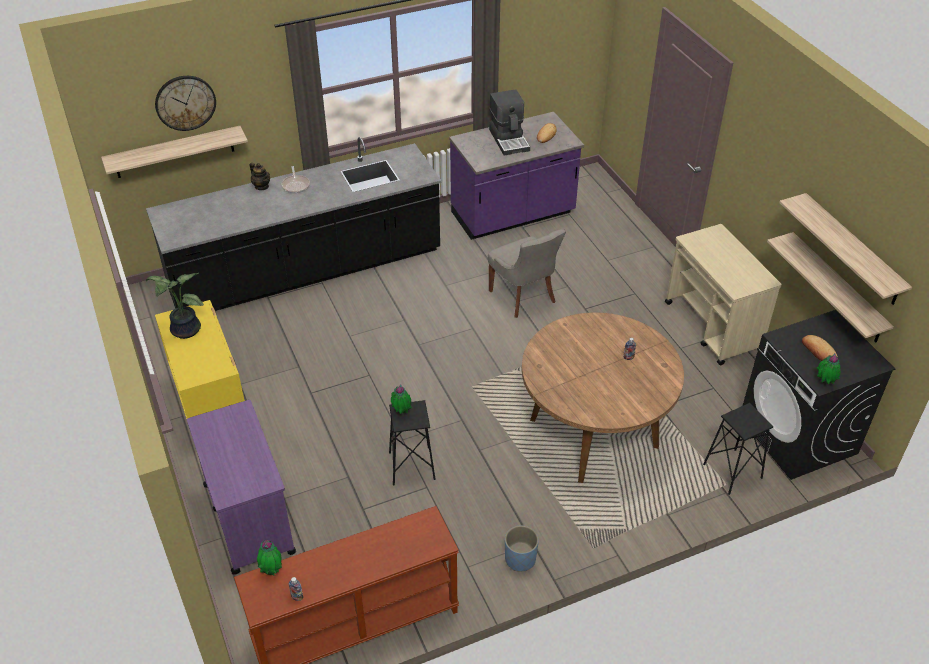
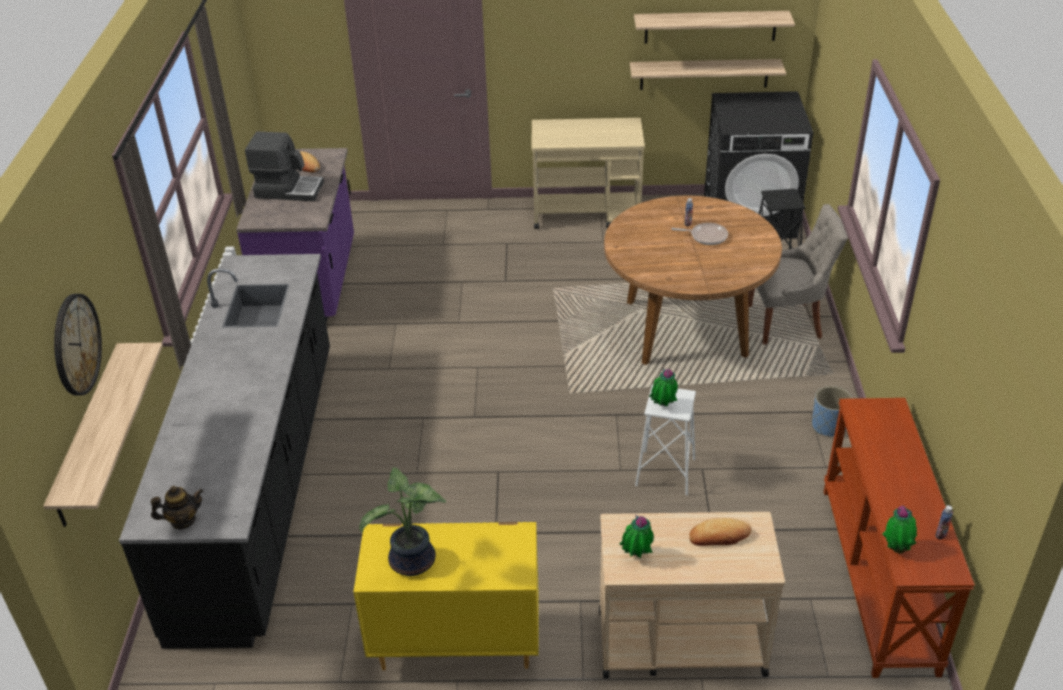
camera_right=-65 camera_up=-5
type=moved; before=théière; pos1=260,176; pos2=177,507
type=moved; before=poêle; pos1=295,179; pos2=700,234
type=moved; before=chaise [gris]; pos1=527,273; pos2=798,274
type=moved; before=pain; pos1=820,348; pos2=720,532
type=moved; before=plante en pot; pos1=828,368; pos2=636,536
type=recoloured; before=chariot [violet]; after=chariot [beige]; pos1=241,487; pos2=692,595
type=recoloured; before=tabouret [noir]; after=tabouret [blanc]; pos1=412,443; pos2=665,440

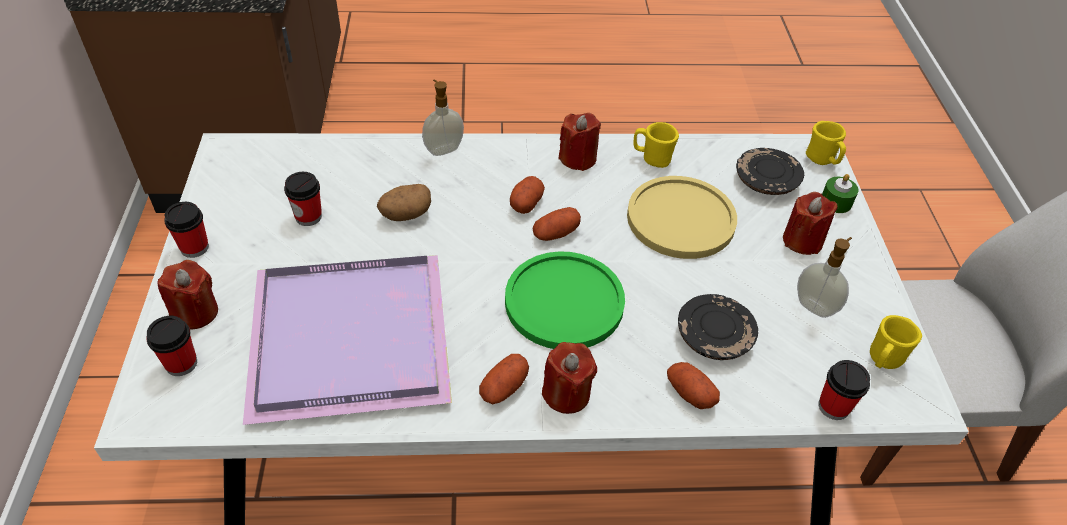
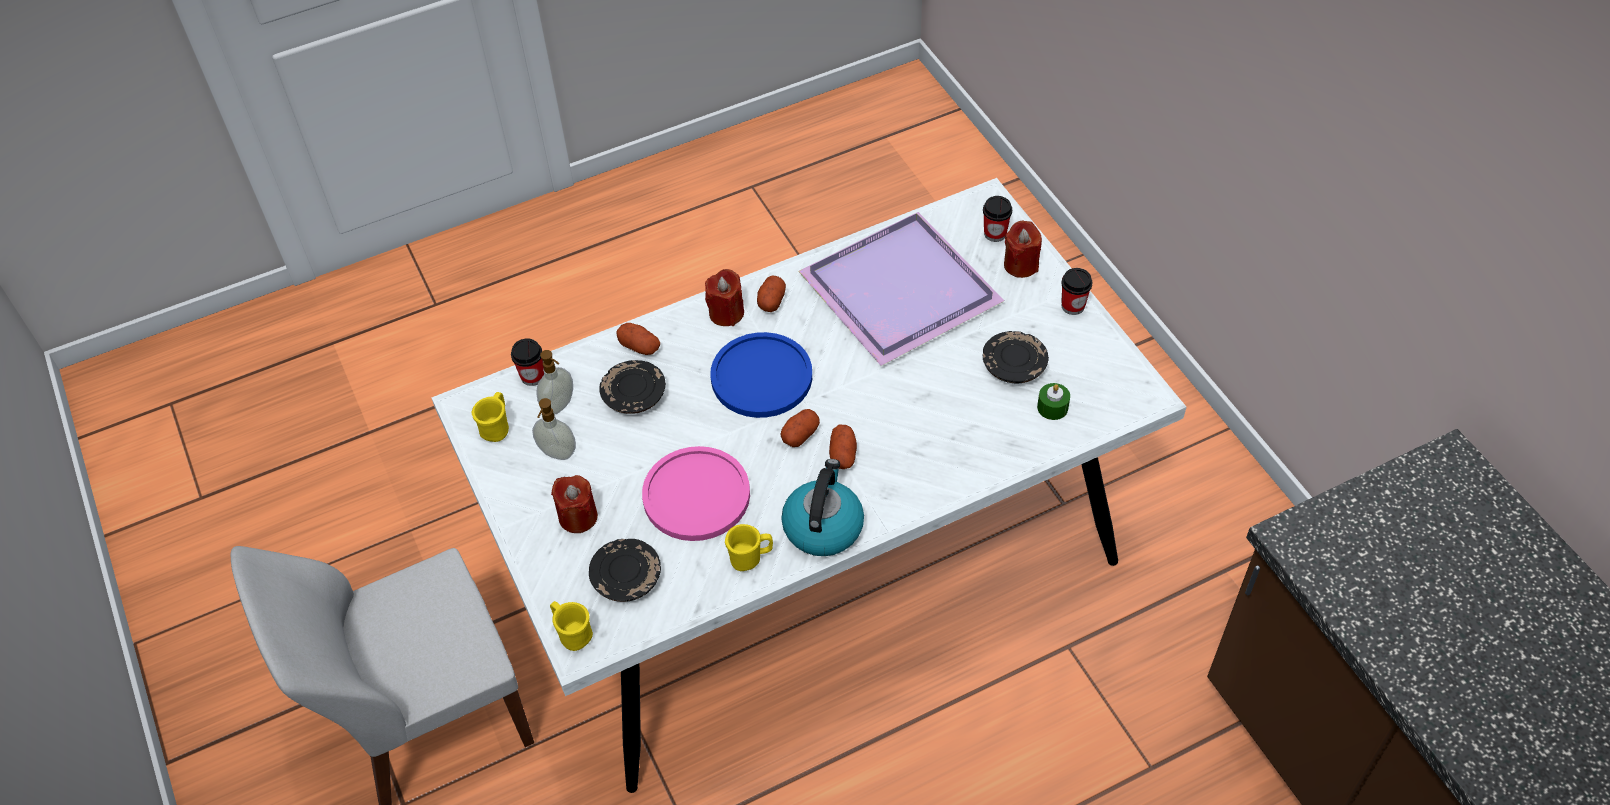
camera_right=160 camera_up=5
type=moved; before=distributeur de savon; pos1=443,117; pos2=554,382
type=replaced; before=bougie [rouge]; after=bouilloire; pos1=580,142; pos2=822,507
type=replaced; before=tasse; after=assiette [noir]; pos1=303,199; pos2=1015,357
type=moved; before=bougie [vert]; pos1=840,193; pos2=1053,401
type=recoloured; before=assiette [jaune]; after=assiette [rose]; pos1=682,217; pos2=696,493
type=removed; before=pomme de terre; pos1=404,202
type=recoloured; before=assiette [vert]; after=assiette [bleu]; pos1=565,300; pos2=761,375

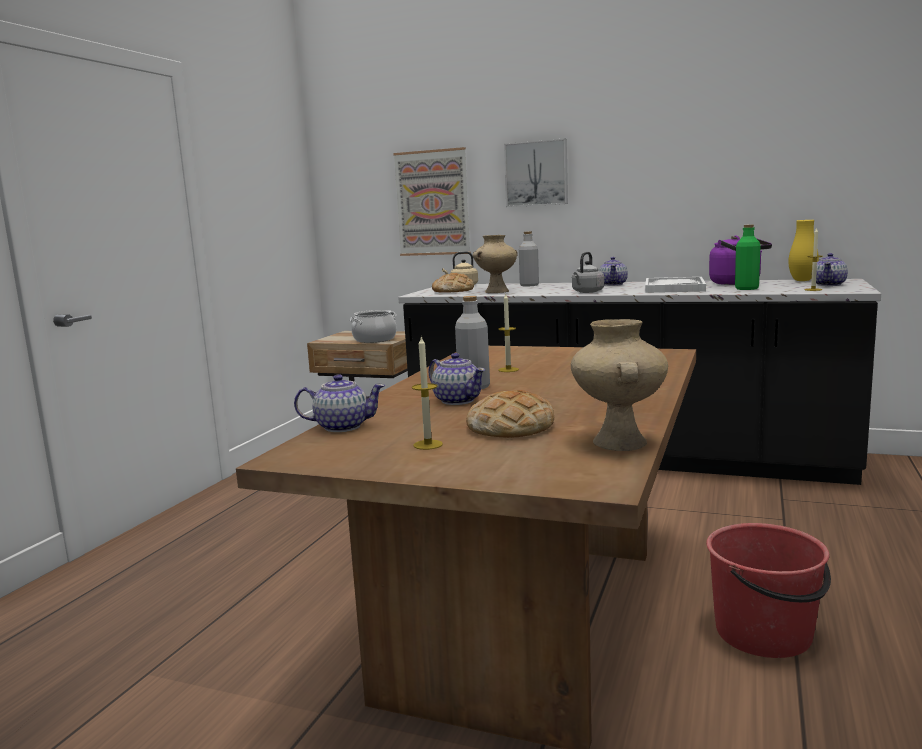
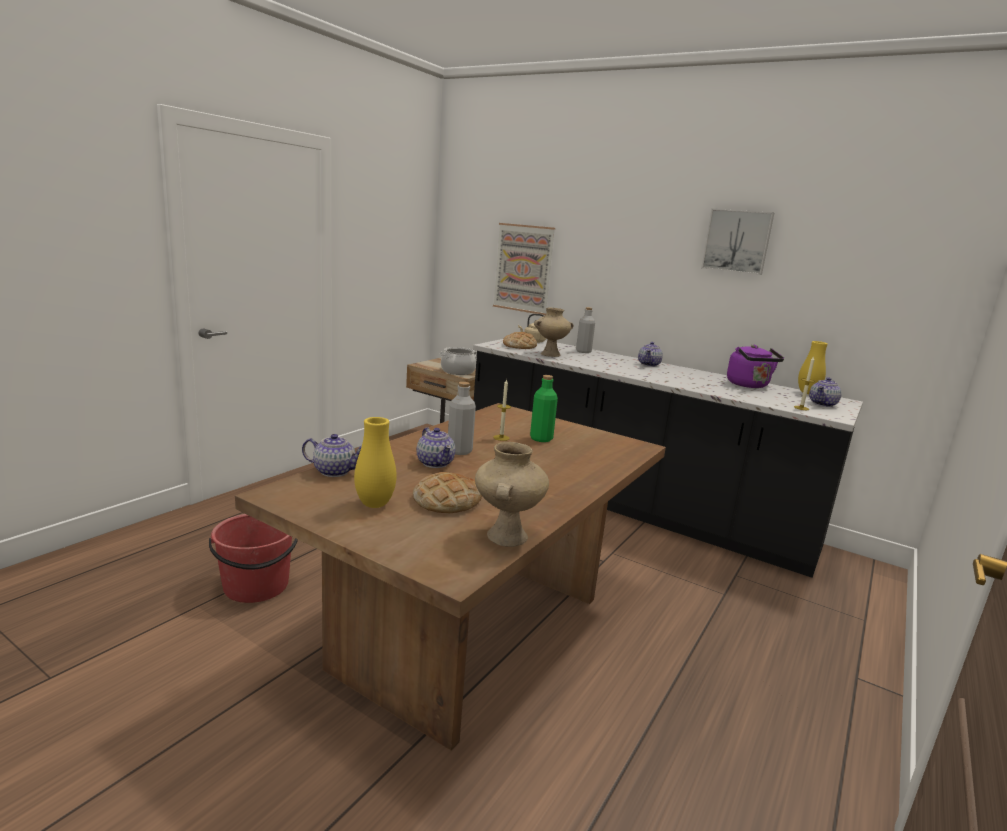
camera_right=10 camera_up=5
type=moved; before=tableau; pos1=536,172; pos2=737,242
type=moved; before=bouteille [vert]; pos1=747,257; pos2=544,408
type=removed; before=bouilloire [gris]; pos1=588,272
type=removed; before=plateau [blanc]; pos1=675,285
type=replaced; before=bougie; after=vase [jaune]; pos1=427,393; pos2=375,462
type=moved; before=seau [rouge]; pos1=768,590; pos2=253,558

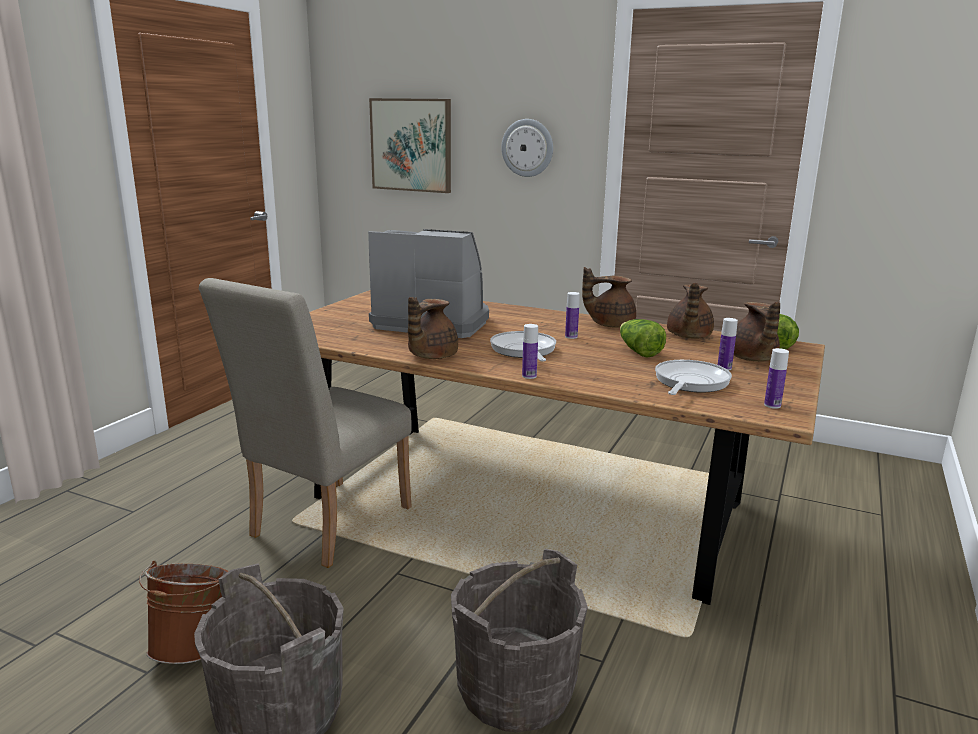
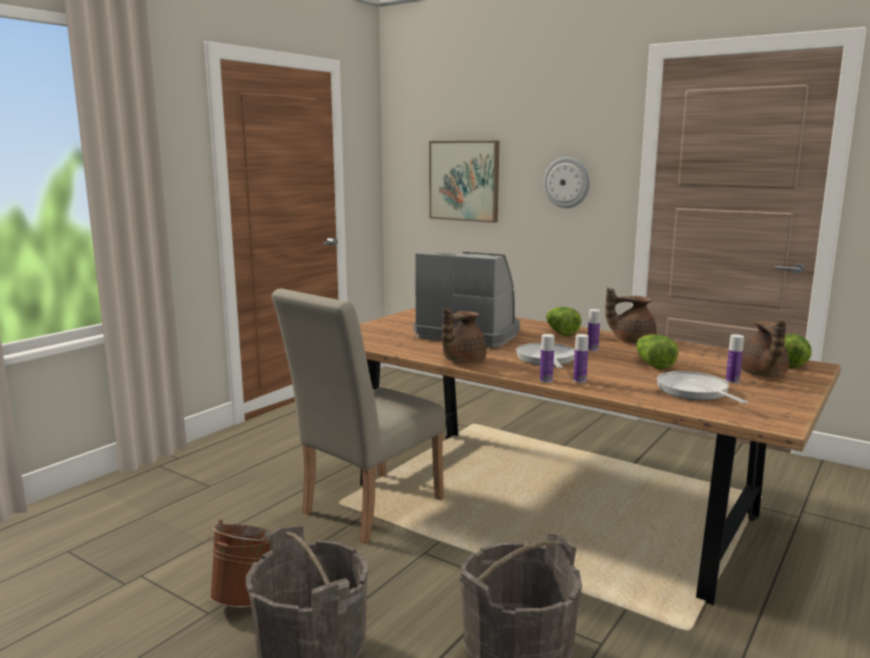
camera_right=10 camera_up=-5
type=removed; before=théière [marron]; pos1=690,311
type=moved; before=bouteille; pos1=776,378; pos2=581,358
type=turned; before=poêle; pos1=693,377; pos2=702,387; turn=-60
type=added; after=laitue; pos2=563,321

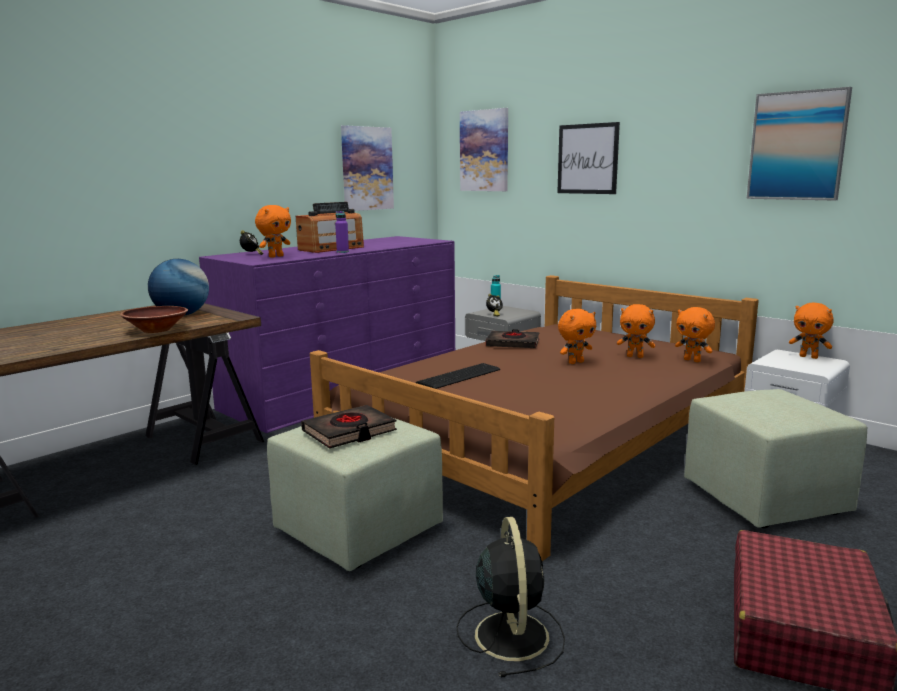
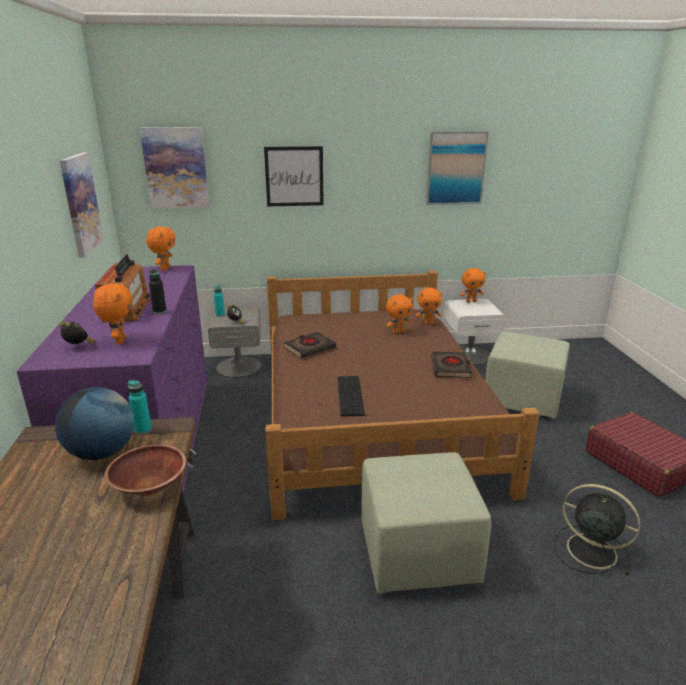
camera_right=-50 camera_up=10
type=recoloured; before=bouteille [violet]; after=bouteille [noir]; pos1=342,232; pos2=158,291
type=moved; before=peluche [orange]; pos1=577,336; pos2=161,249
type=moved; before=livre [noir]; pos1=349,427; pos2=451,365
type=added; after=bouteille [turquoise]; pos2=140,407

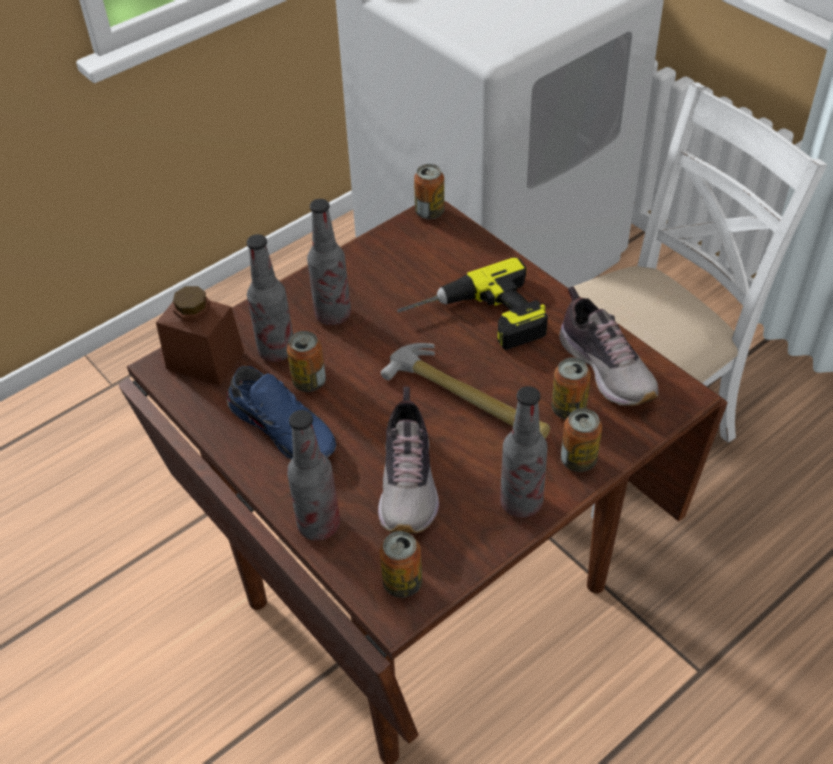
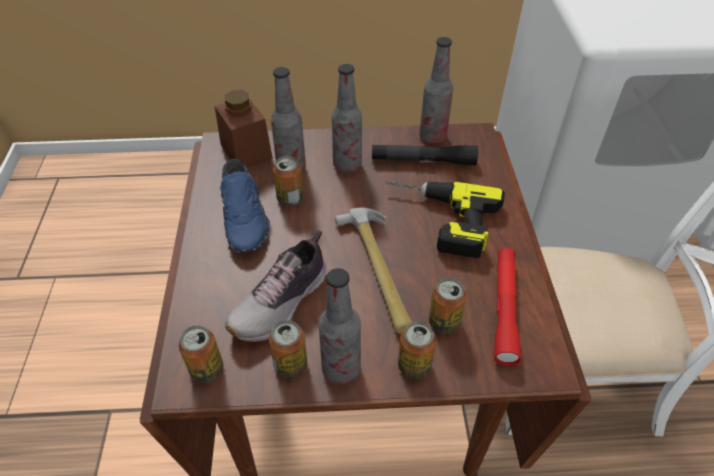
camera_right=35 camera_up=0
type=moved; before=boîte métallique; pos1=429,192; pos2=288,349
type=replaced; before=chaussure; after=lampe de poche [rouge]; pos1=608,346; pos2=507,307
type=moved; before=bouteille; pos1=313,475; pos2=436,90
type=added; after=lampe de poche [noir]; pos2=425,155

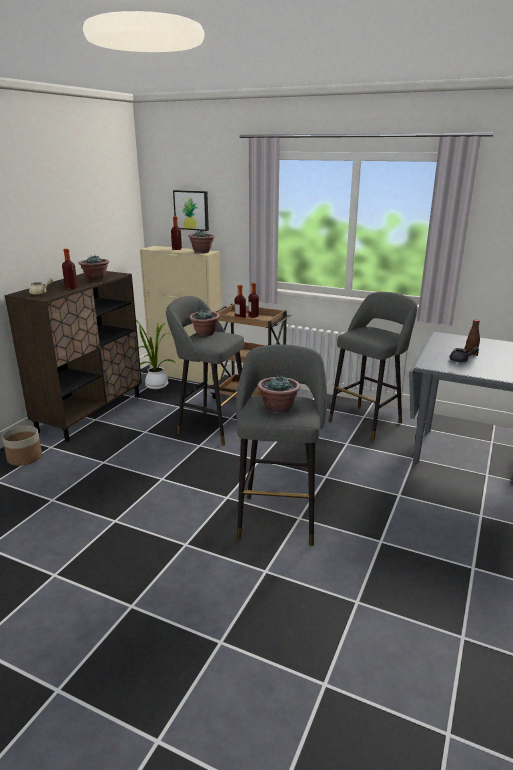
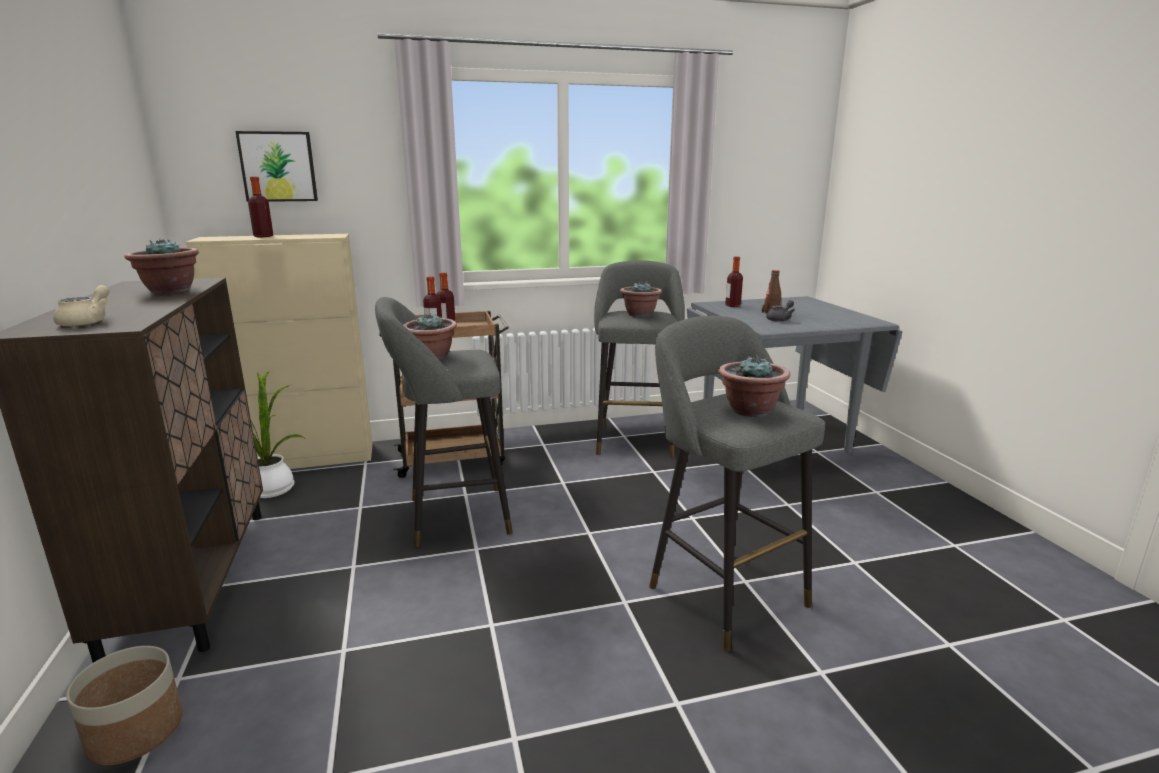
camera_right=-40 camera_up=-5
type=moved; before=plante en pot; pos1=201,242; pos2=641,299
type=moved; before=bouteille; pos1=70,269; pos2=734,281

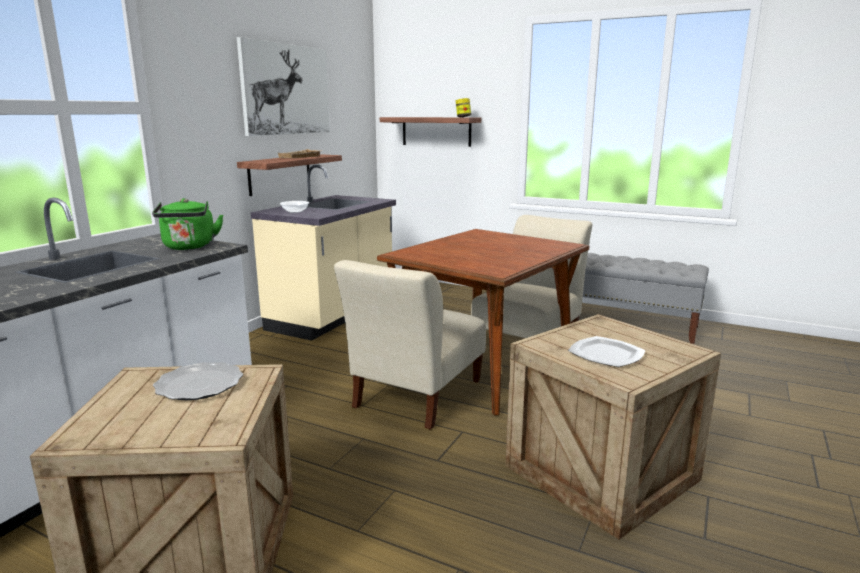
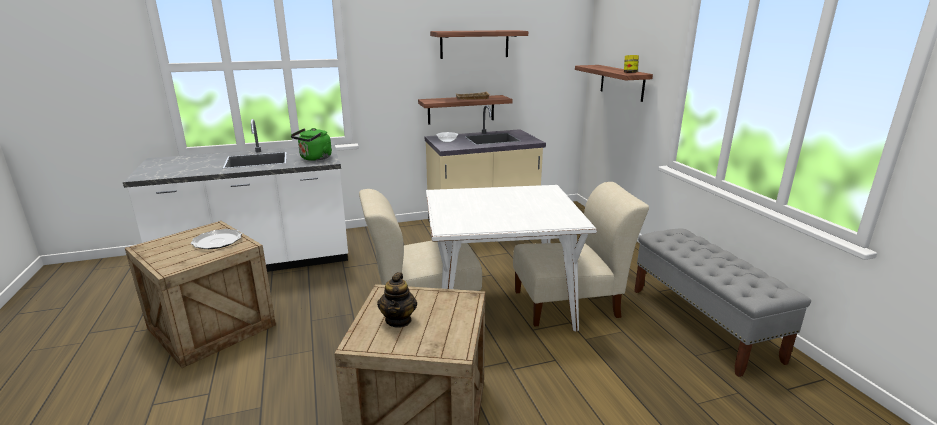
camera_right=45 camera_up=5
type=replaced; before=tableau; after=étagère; pos1=283,86; pos2=479,44
type=recoloured; before=table à manger [marron]; after=table à manger [blanc]; pos1=483,322; pos2=511,258
type=replaced; before=assiette; after=théière; pos1=606,351; pos2=397,300

